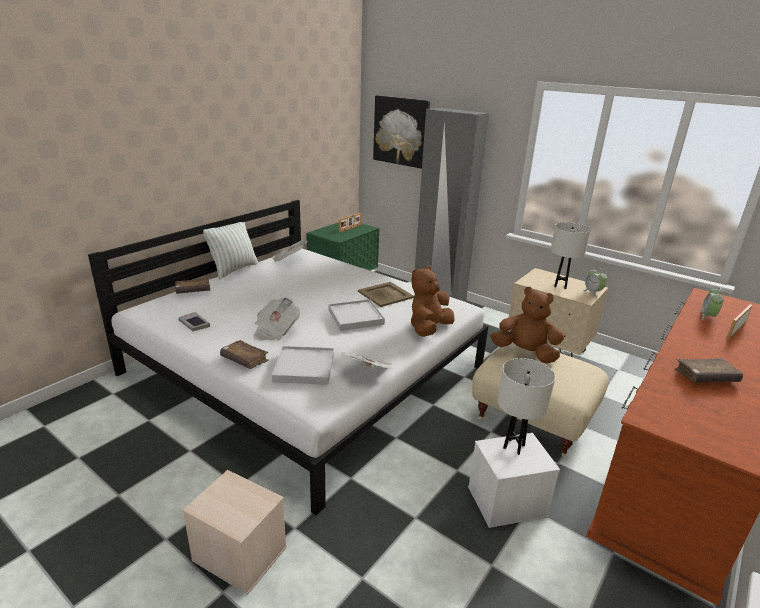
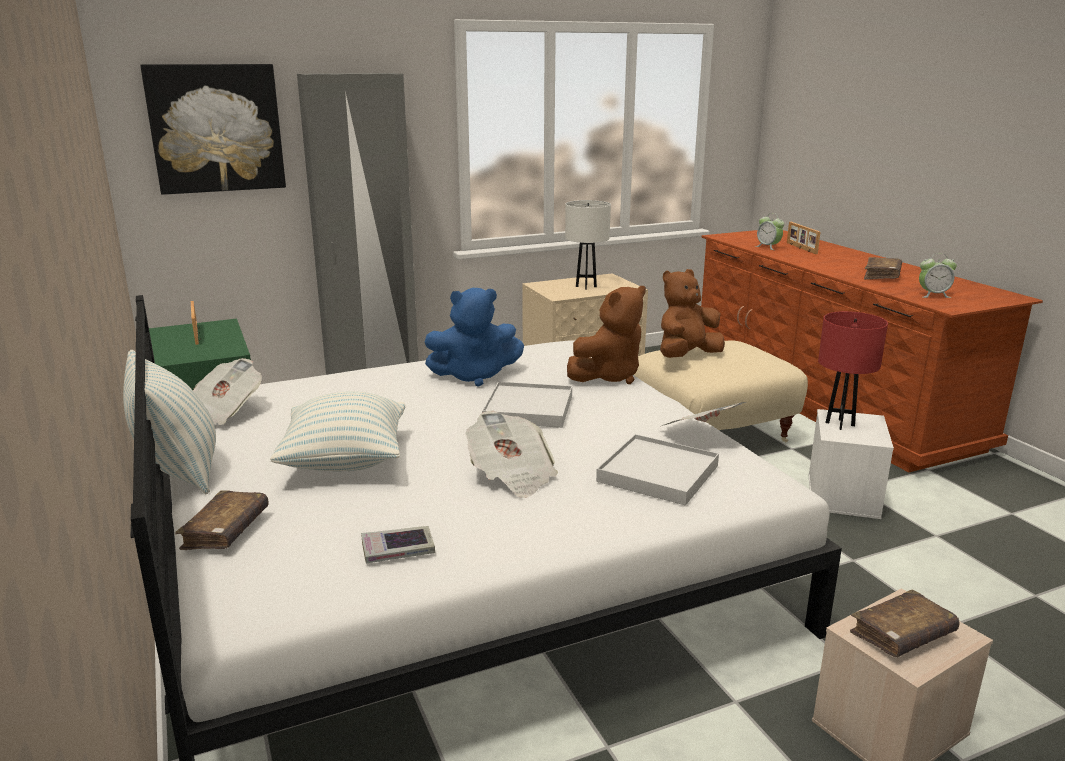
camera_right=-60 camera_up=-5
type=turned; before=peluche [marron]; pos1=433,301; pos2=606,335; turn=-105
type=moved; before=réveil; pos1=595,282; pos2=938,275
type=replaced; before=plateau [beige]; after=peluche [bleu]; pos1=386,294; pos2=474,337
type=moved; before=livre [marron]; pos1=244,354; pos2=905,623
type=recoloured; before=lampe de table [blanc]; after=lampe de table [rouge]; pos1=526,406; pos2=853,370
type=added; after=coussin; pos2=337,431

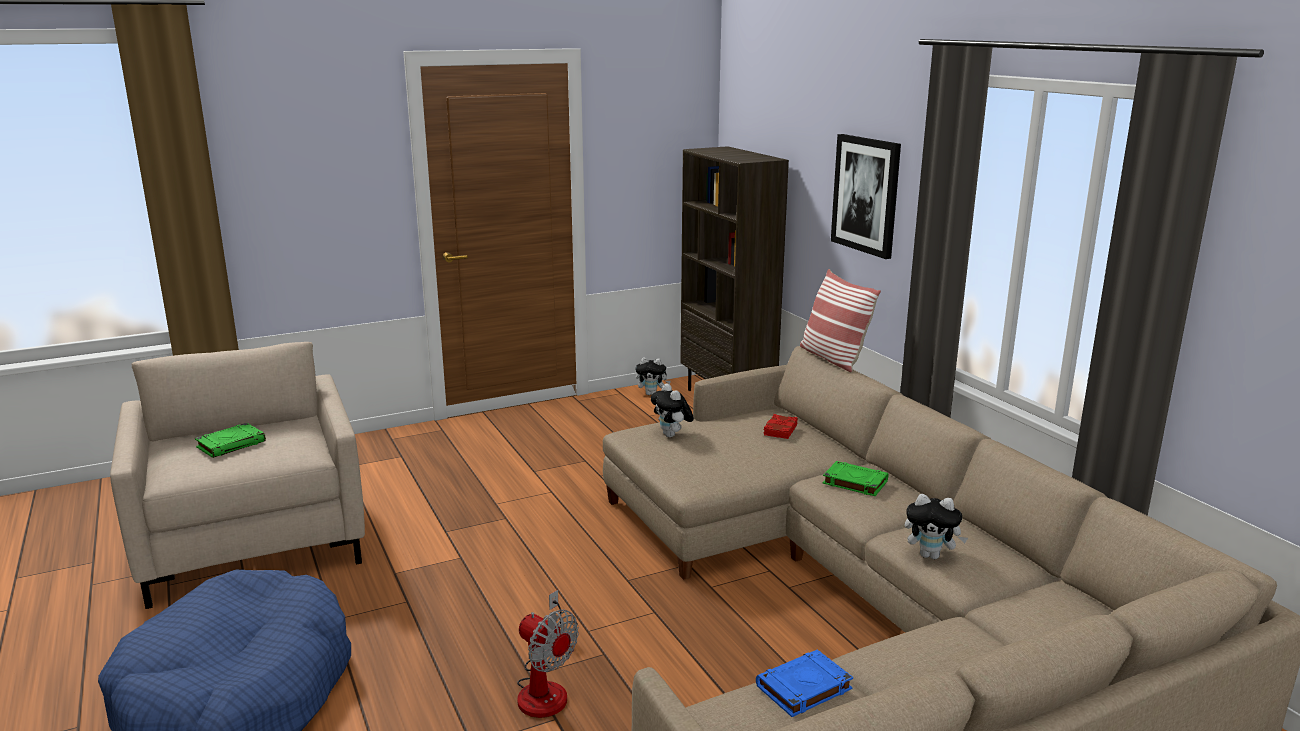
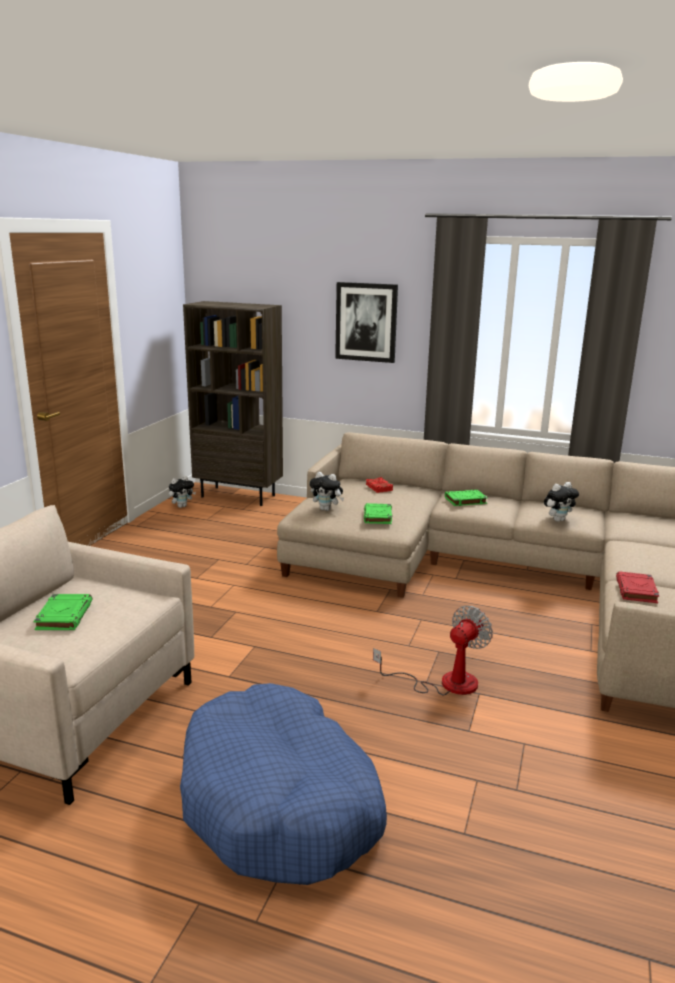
camera_right=-45 camera_up=0
type=removed; before=coussin; pos1=840,320
type=turned; before=ventilateur; pos1=548,654; pos2=433,650; turn=-45
type=recoloured; before=livre [bleu]; after=livre [rouge]; pos1=804,683; pos2=637,587
type=added; after=livre [vert]; pos2=378,513

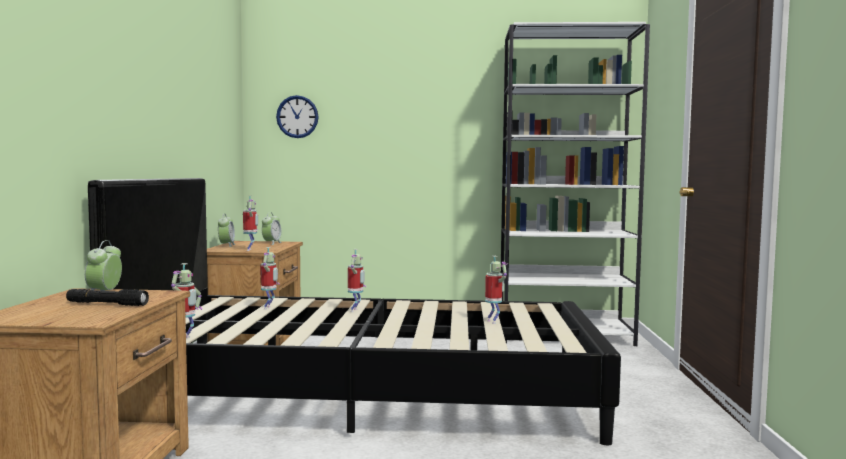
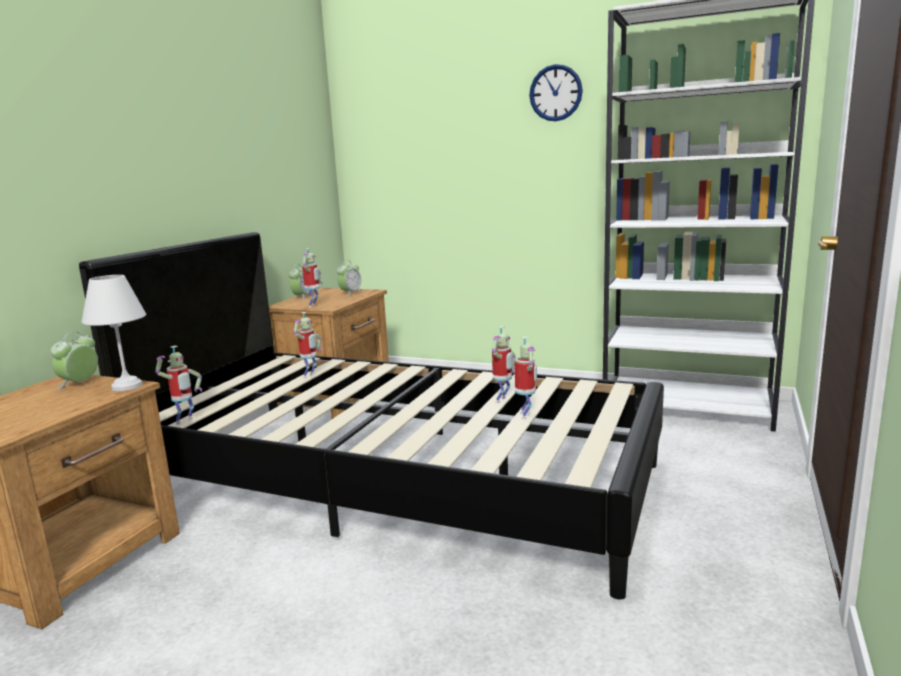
camera_right=20 camera_up=10
type=moved; before=horloge murale; pos1=297,116; pos2=556,92
type=moved; before=robot jouet; pos1=357,280; pos2=504,364
type=removed; before=lampe de poche [noir]; pos1=107,297
type=added; after=lampe de table [blanc]; pos2=114,333

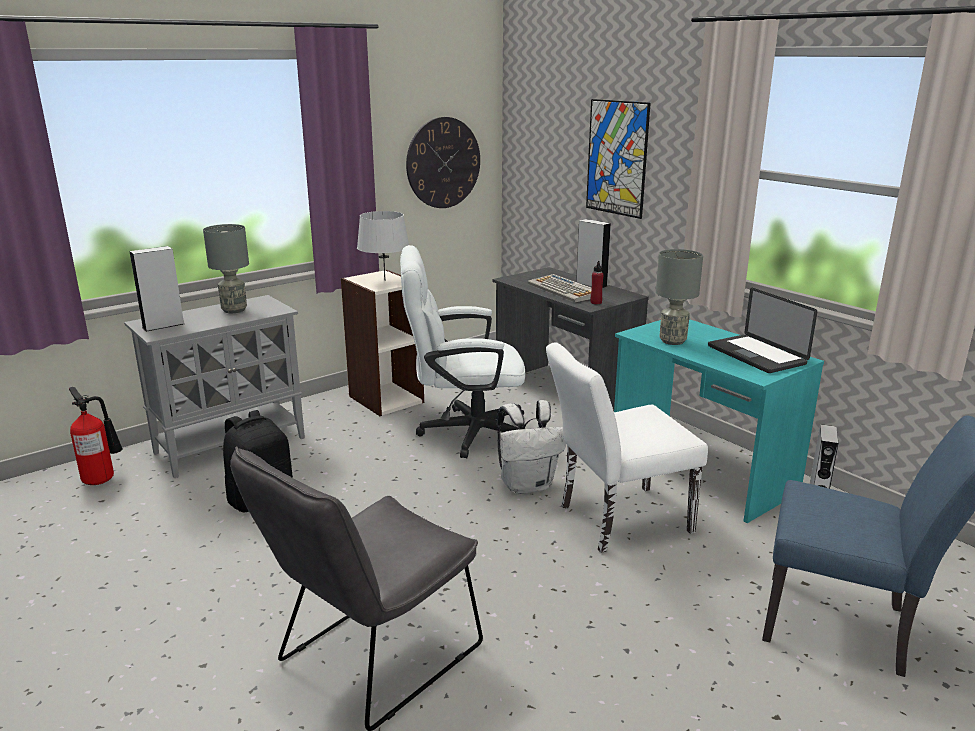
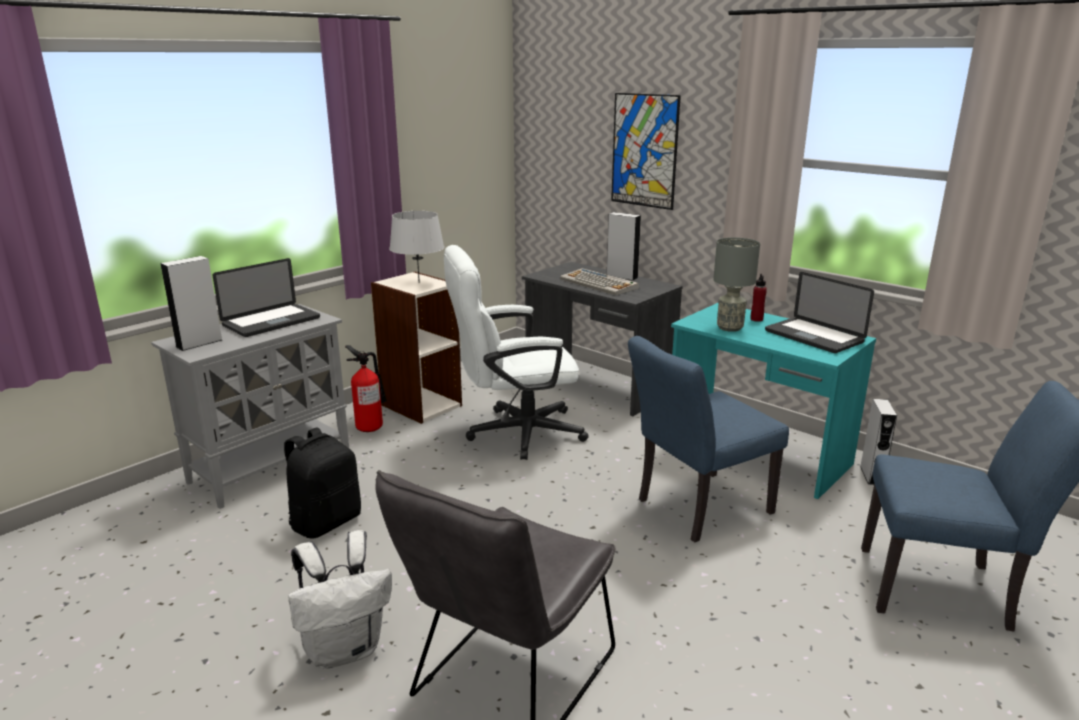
camera_right=-10 camera_up=0
type=removed; before=horloge murale; pos1=443,162
type=replaced; before=lampe de table [gris]; after=ordinateur portable; pos1=226,268; pos2=266,297
type=moved; before=bouteille [rouge]; pos1=597,282; pos2=758,298
type=recoloured; before=chaise [blanc]; after=chaise [bleu]; pos1=627,447; pos2=708,439
type=moved; before=extincteur; pos1=96,436; pos2=366,388
type=moved; before=sac à dos [blanc]; pos1=531,447; pos2=340,599

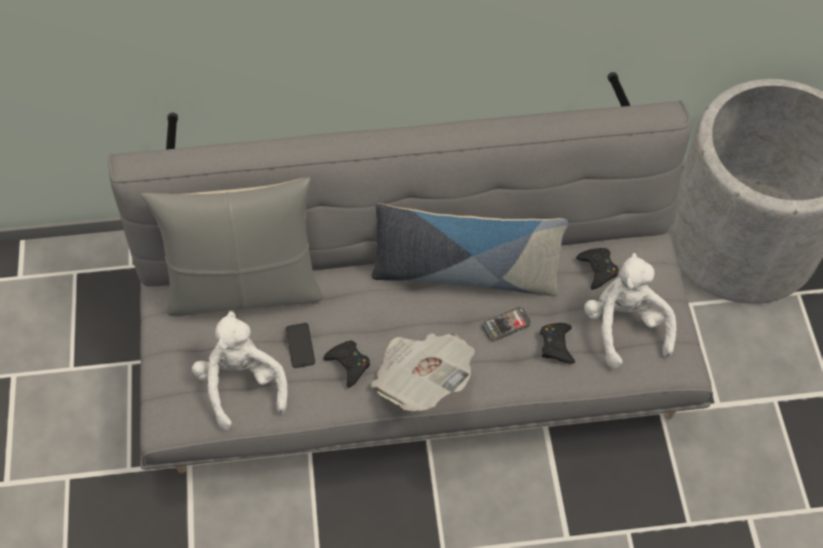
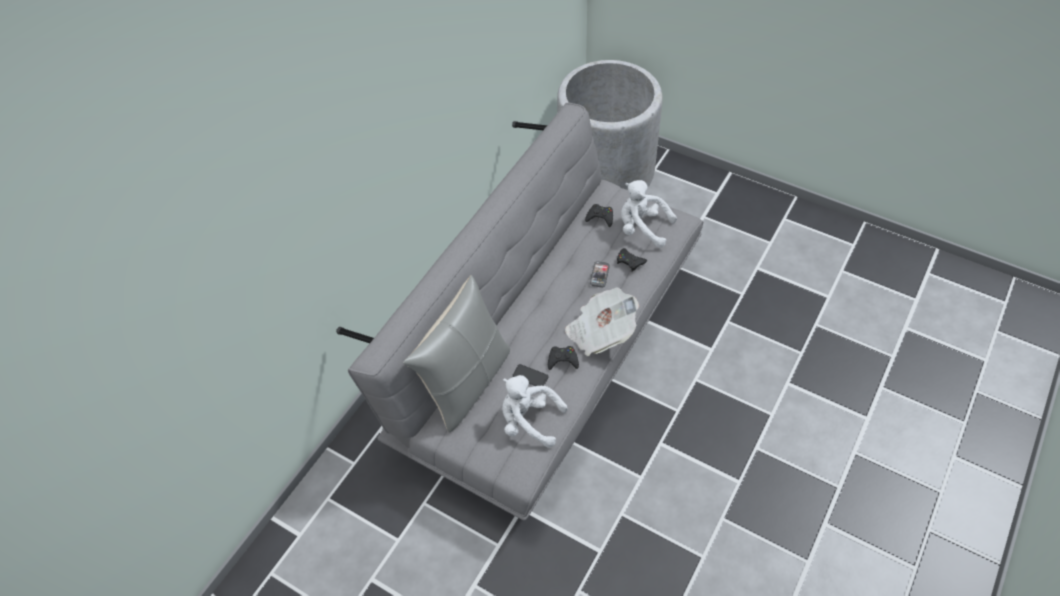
camera_right=-50 camera_up=-5
type=removed; before=coussin; pos1=469,250

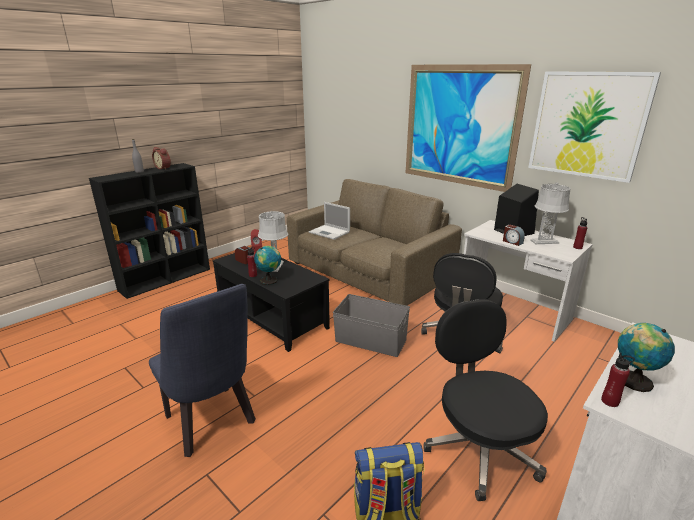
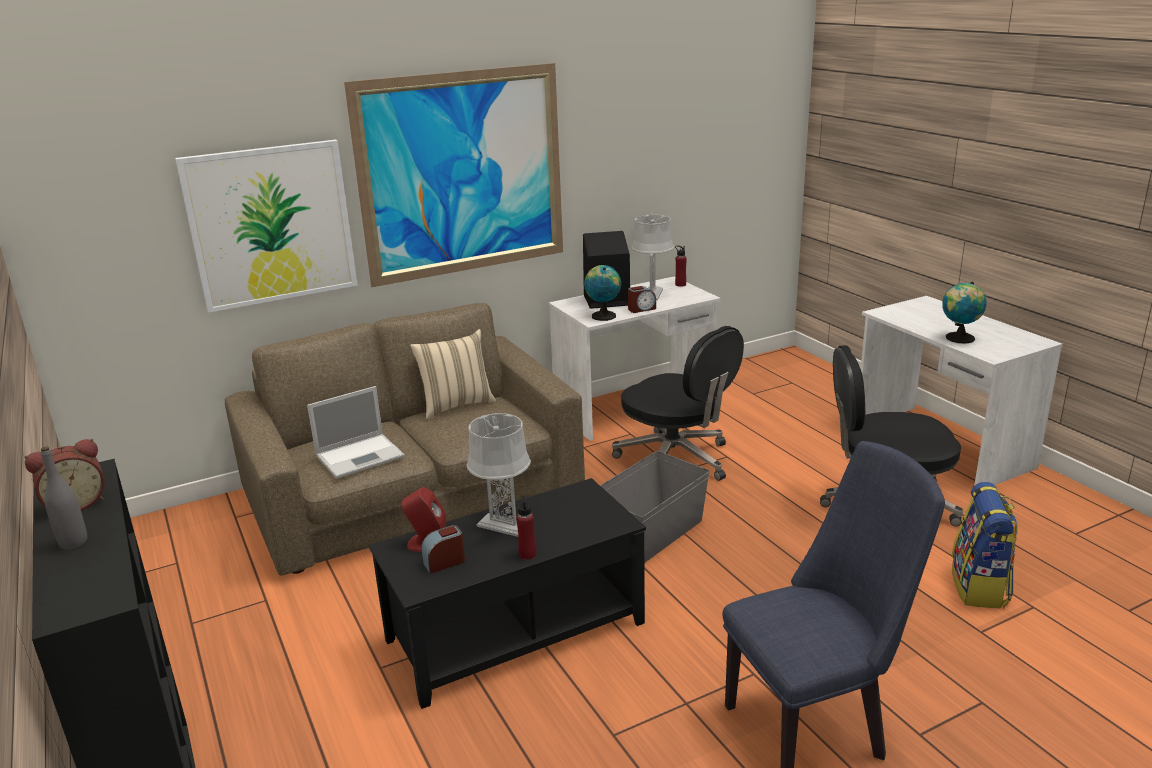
camera_right=-70 camera_up=0
type=moved; before=tableau; pos1=594,127; pos2=266,226
type=moved; before=globe; pos1=267,265; pos2=602,293
type=removed; before=bouteille [rouge]; pos1=618,379
type=added; after=coussin [beige]; pos2=453,374

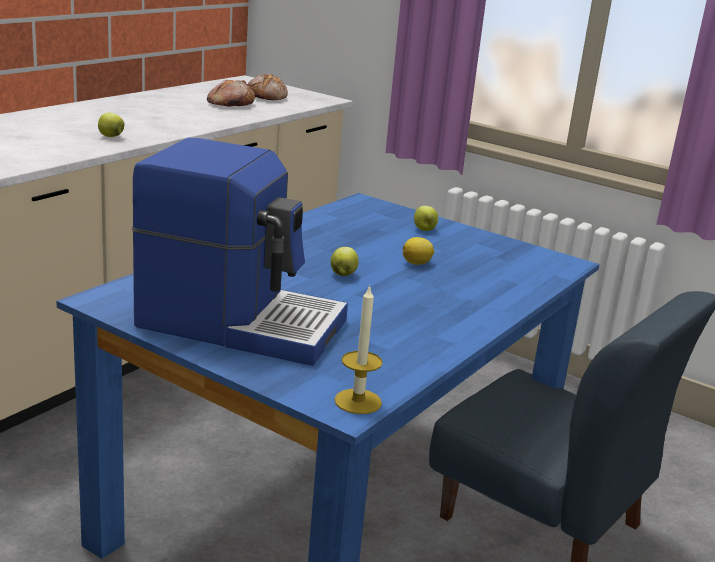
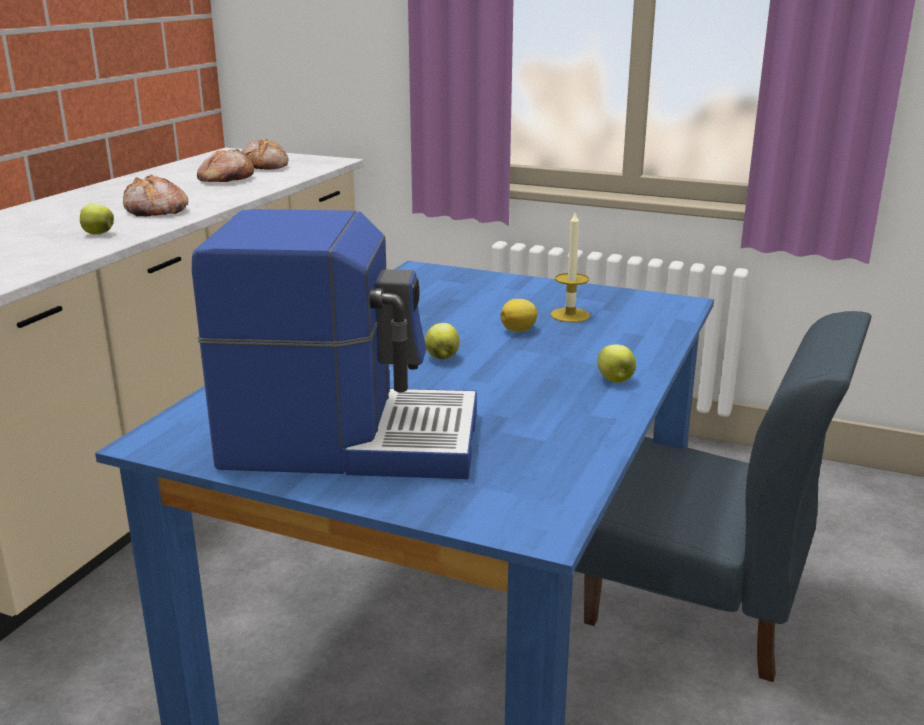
camera_right=-10 camera_up=0
type=moved; before=pomme; pos1=426,218; pos2=617,363
type=moved; before=bougie; pos1=358,349; pos2=570,266
type=added; after=pain; pos2=155,196

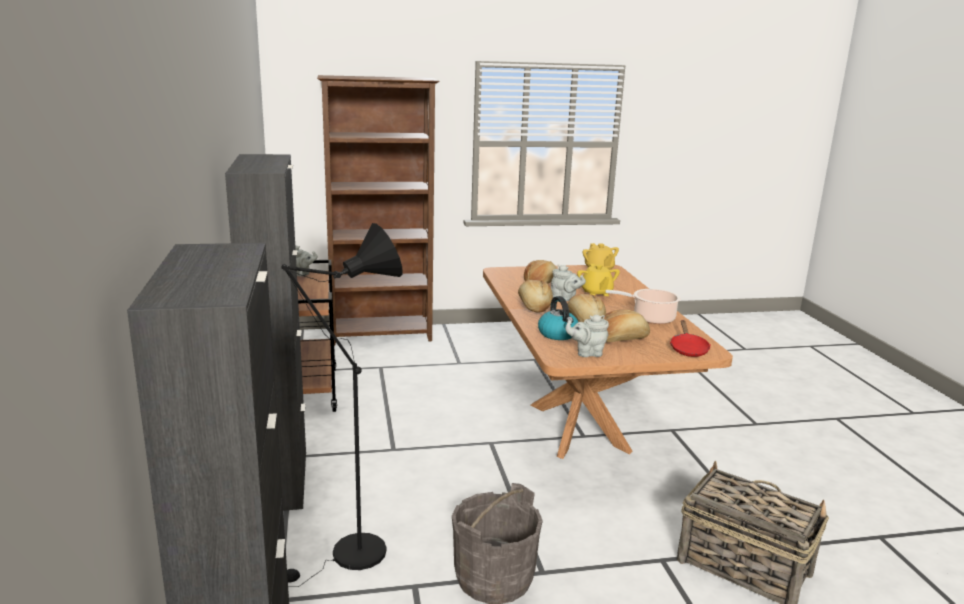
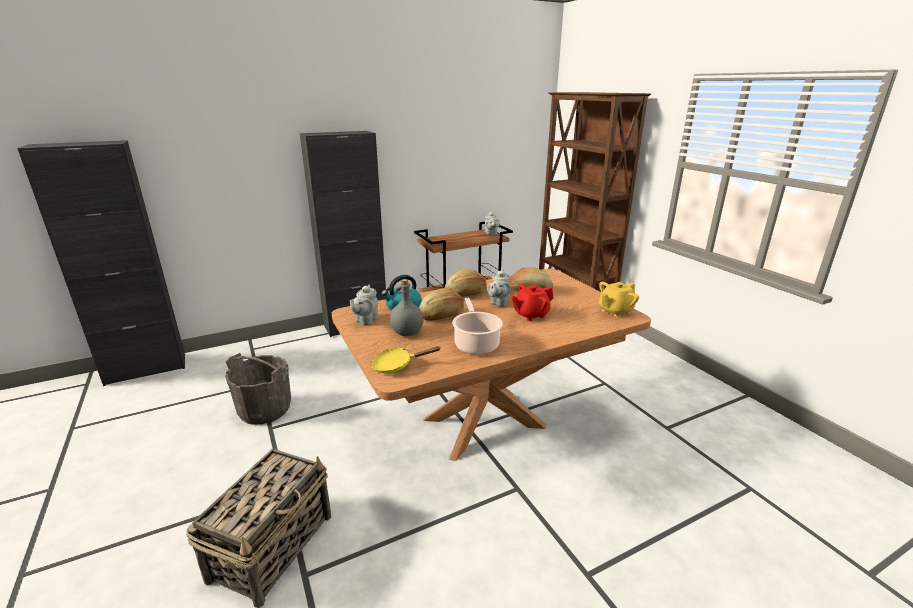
camera_right=75 camera_up=5
type=removed; before=lampadaire [noir]; pos1=341,405
type=recoloured; before=théière [jaune]; after=théière [rouge]; pos1=598,280; pos2=532,302
type=replaced; before=pain; after=bouteille [gris]; pos1=627,325; pos2=406,307
type=turned; before=théière [gris]; pos1=587,336; pos2=364,304; turn=-135
type=recoloured; before=poêle [rouge]; after=poêle [jaune]; pos1=690,338; pos2=405,359

